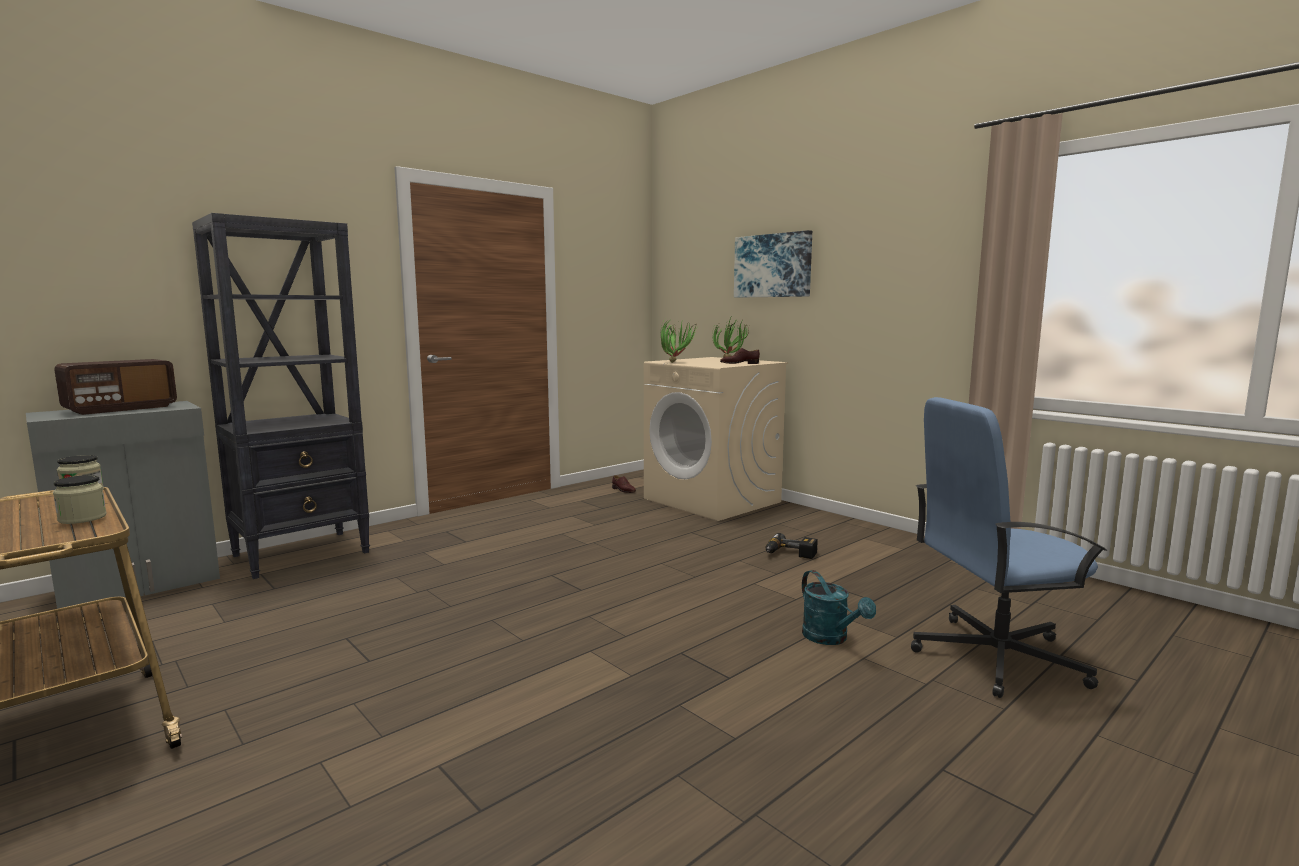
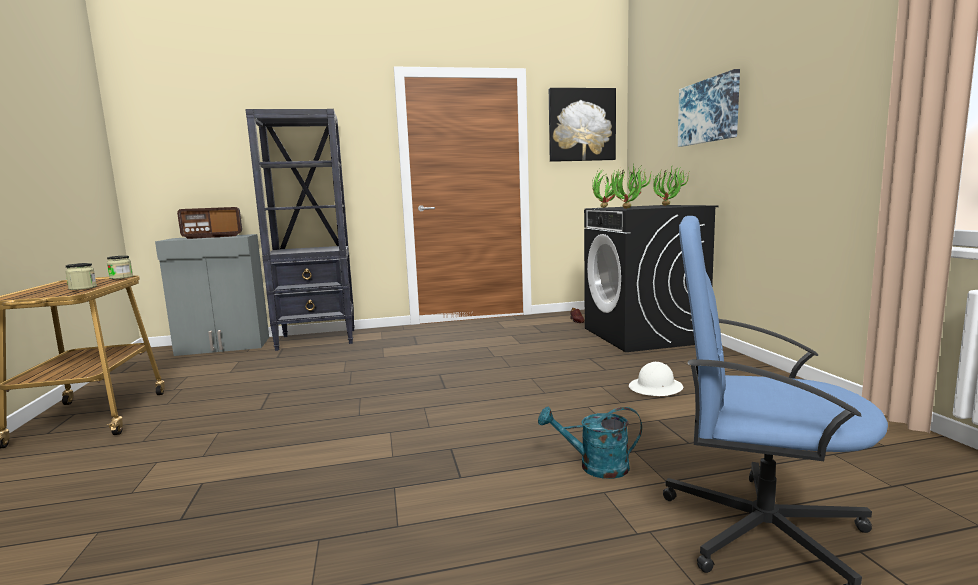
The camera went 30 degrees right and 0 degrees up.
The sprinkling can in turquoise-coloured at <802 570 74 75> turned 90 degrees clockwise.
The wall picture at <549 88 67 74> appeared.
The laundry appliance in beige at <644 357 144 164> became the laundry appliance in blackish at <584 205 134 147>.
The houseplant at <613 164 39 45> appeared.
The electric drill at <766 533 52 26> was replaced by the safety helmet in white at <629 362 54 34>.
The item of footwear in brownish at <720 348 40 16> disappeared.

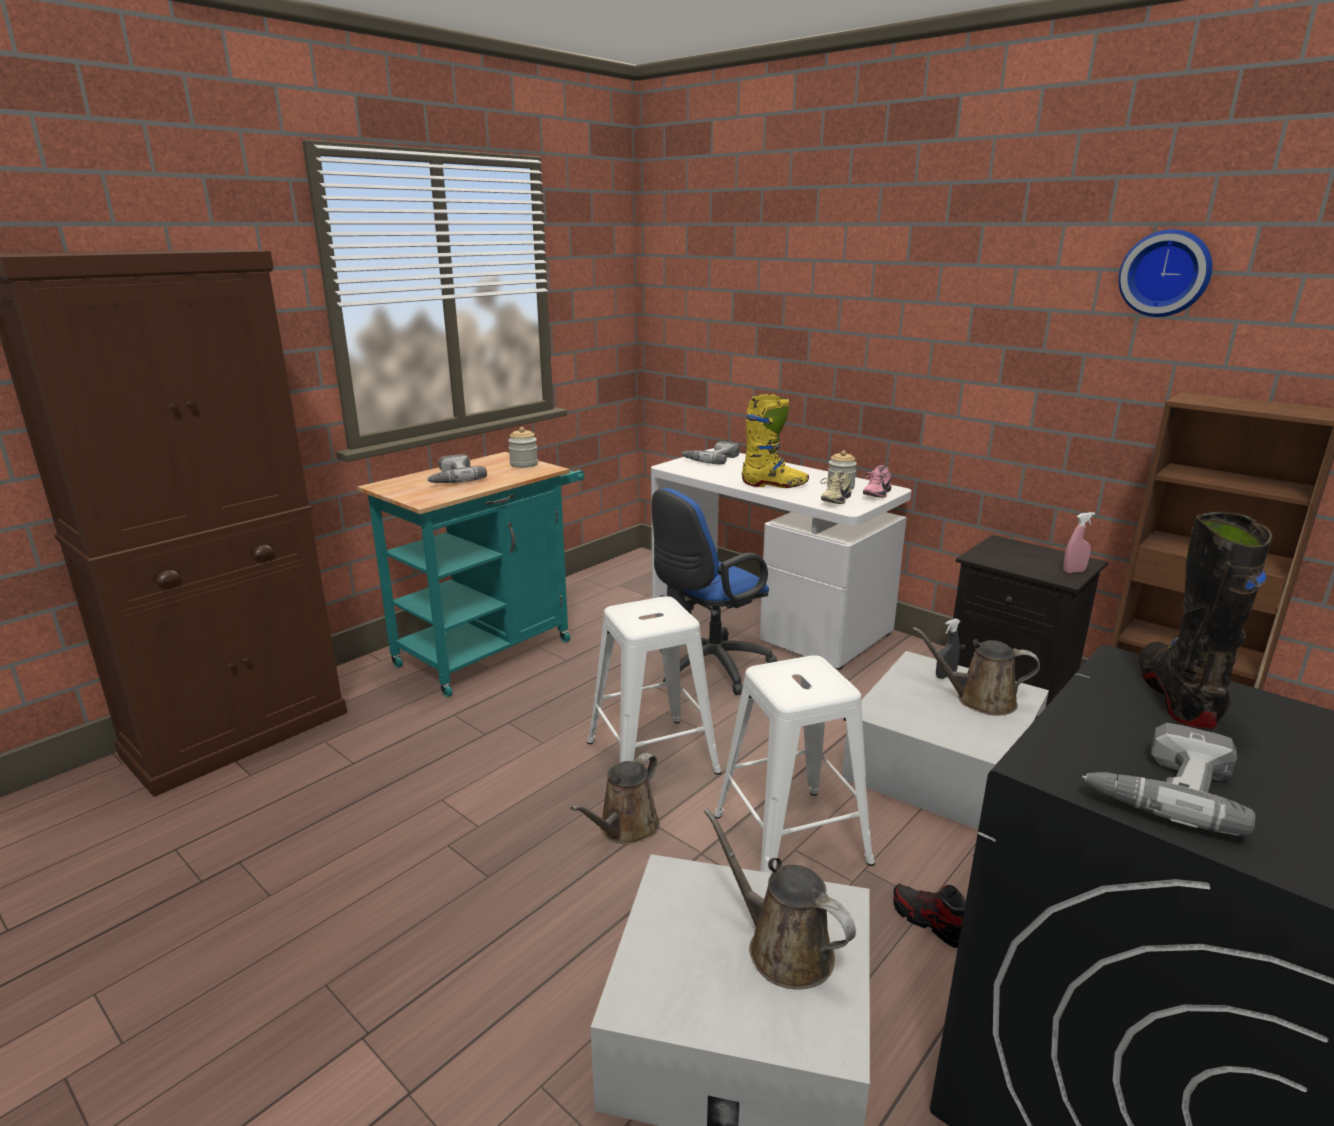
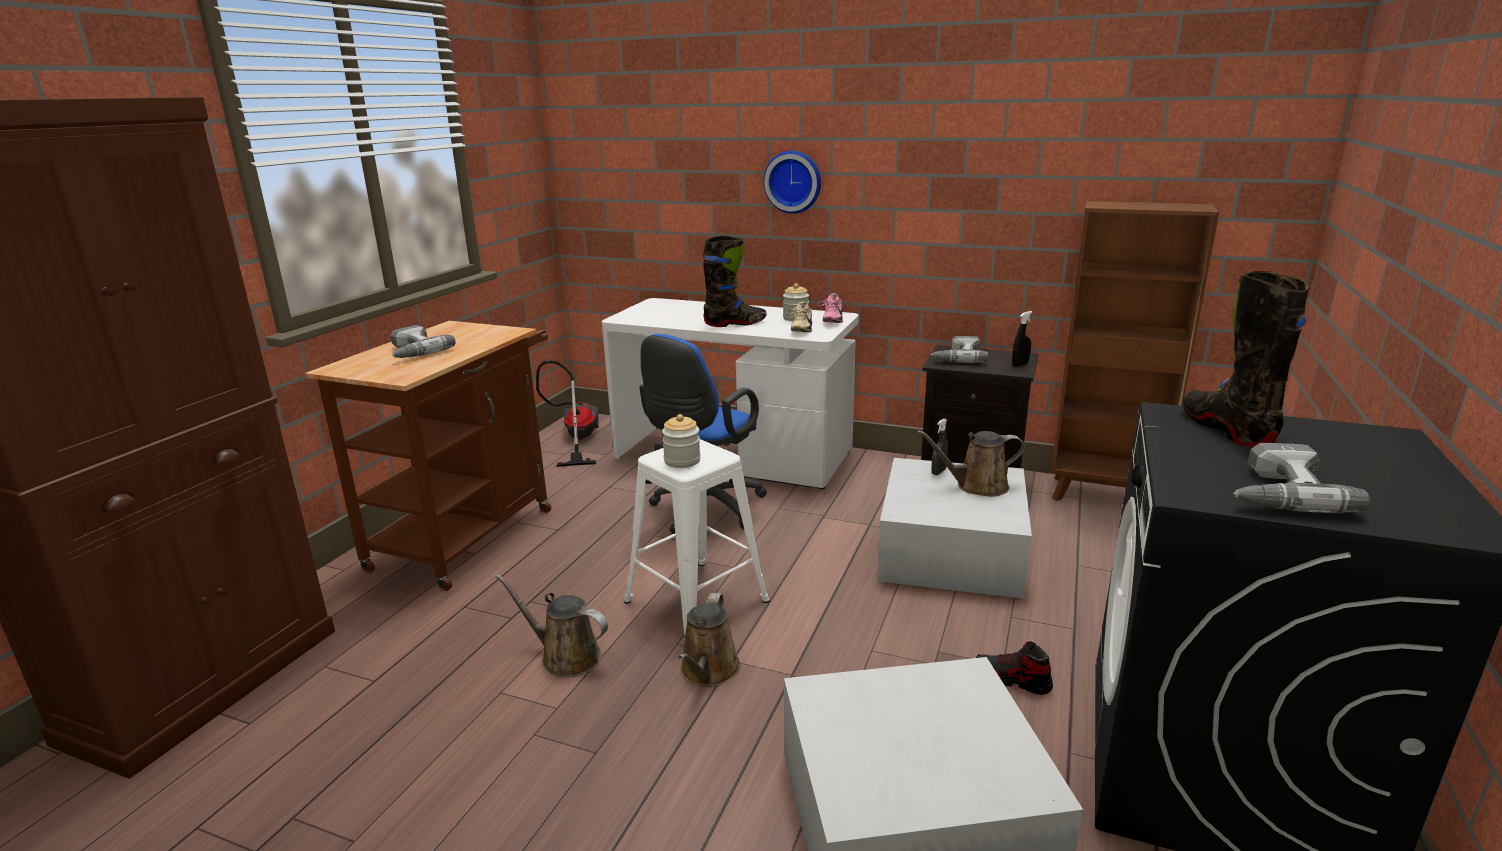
The camera went 20 degrees left and 0 degrees up.
The wheeled cart in turquoise-coloured at <357 452 227 245> became the wheeled cart in brownish at <305 321 246 270>.
The sprinkling can in brownish moved from <704 808 152 182> to <495 574 113 103>.
The vacuum cleaner at <536 360 63 107> appeared.
The preserve jar moved from <508 427 30 41> to <662 414 39 54>.
The boot in yellow at <742 394 67 94> became the boot in blackish at <703 235 64 92>.
The hanging clock moved from <1118 229 94 88> to <764 151 57 63>.
The electric drill moved from <681 442 59 22> to <930 336 58 27>.
The hand sprayer in pink at <1063 512 32 61> became the hand sprayer in blackish at <1012 311 20 56>.
The stool seat in white at <714 655 161 218> disappeared.

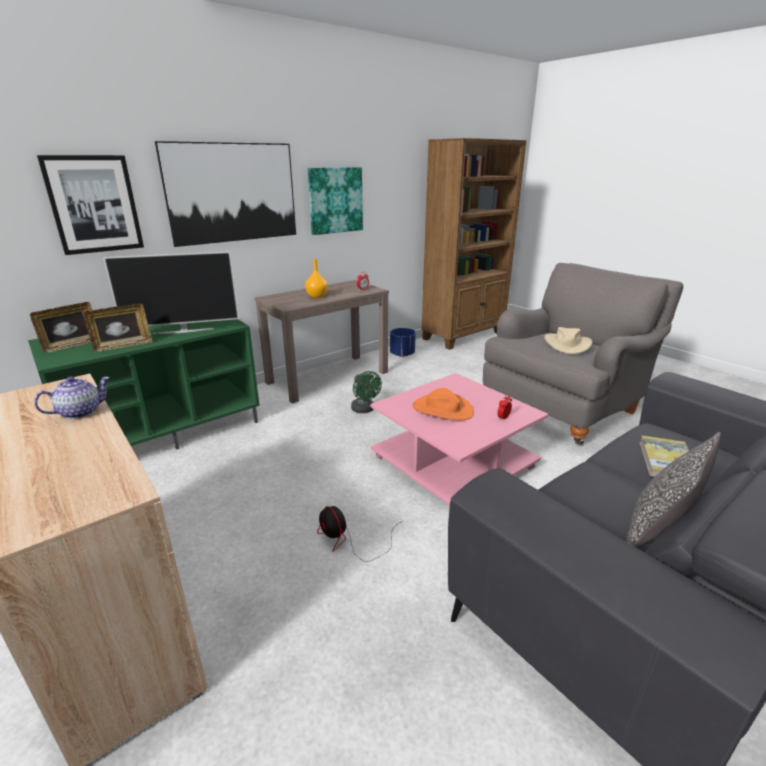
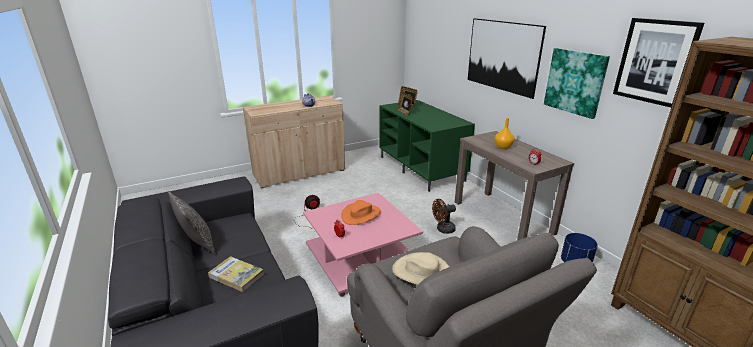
The camera went 100 degrees right and 0 degrees up.
The fan in green-coloured at <351 371 31 42> became the fan in brownish at <432 199 24 35>.
The wall picture moved from <37 155 107 100> to <613 18 91 89>.
The television at <103 251 136 83> disappeared.

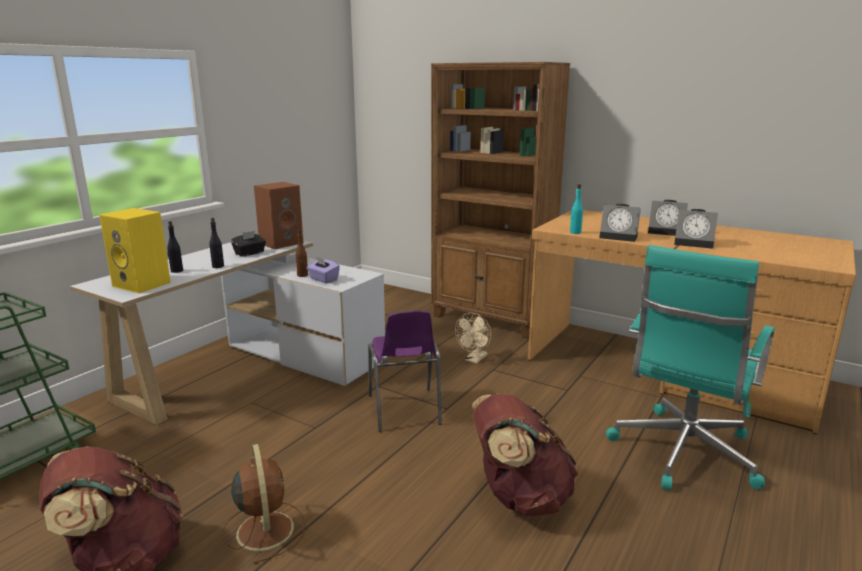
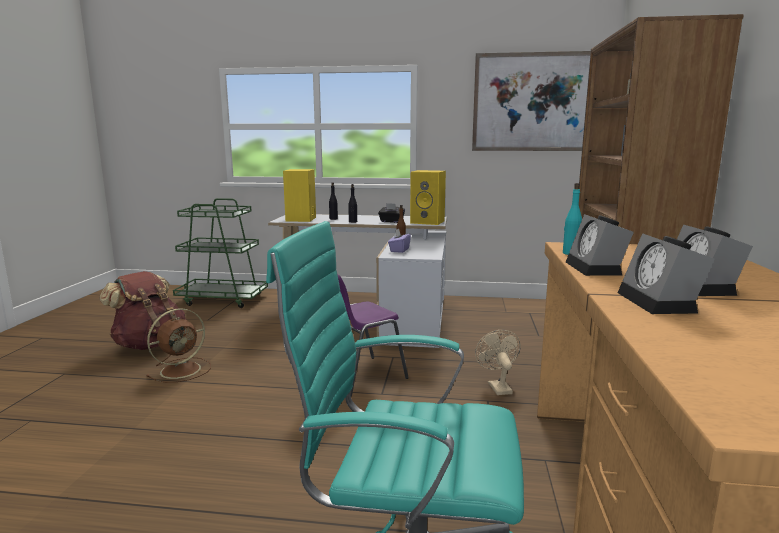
The camera went 65 degrees right and 5 degrees down.
The audio speaker in brownish at <254 182 49 67> became the audio speaker in yellow at <410 170 36 55>.
The wall picture at <472 51 119 100> appeared.
The fan in beige at <455 313 36 51> turned 75 degrees clockwise.
The backpack in brownish at <472 393 106 123> disappeared.

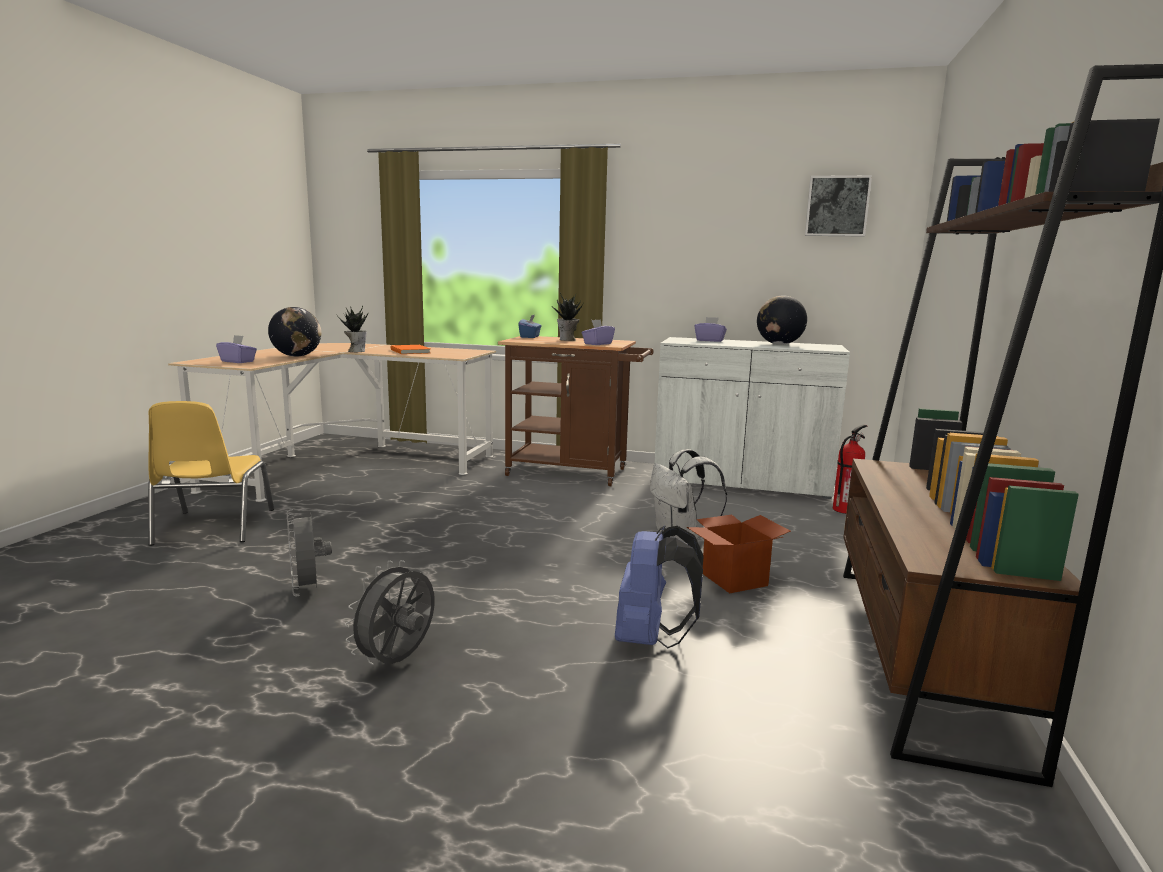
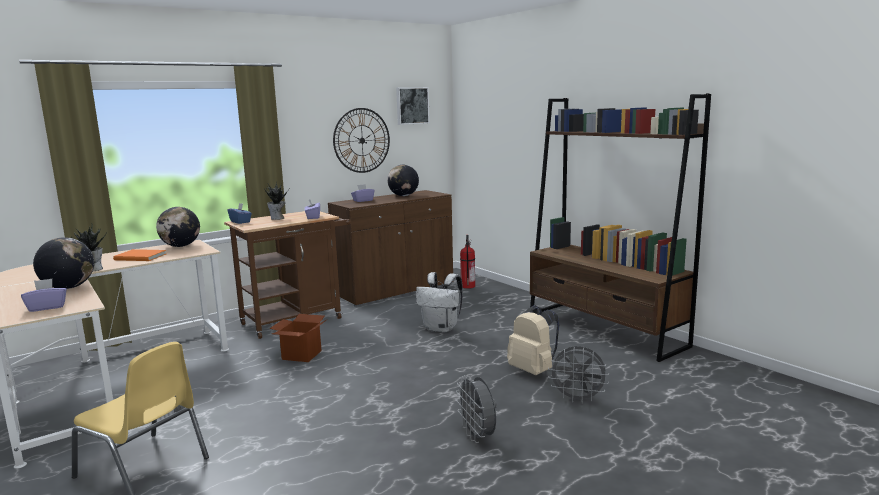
The camera went 50 degrees left and 0 degrees up.
The world globe at <156 207 44 40> appeared.
The cardboard box moved from <687 515 104 78> to <270 314 56 48>.
The storage cabinet in white at <654 337 196 162> became the storage cabinet in brownish at <328 190 125 117>.
The hanging clock at <333 108 57 65> appeared.
The backpack in blue-coloured at <615 525 89 124> became the backpack in beige at <507 305 52 70>.
The fan in gray moved from <287 509 45 87> to <548 346 61 57>.

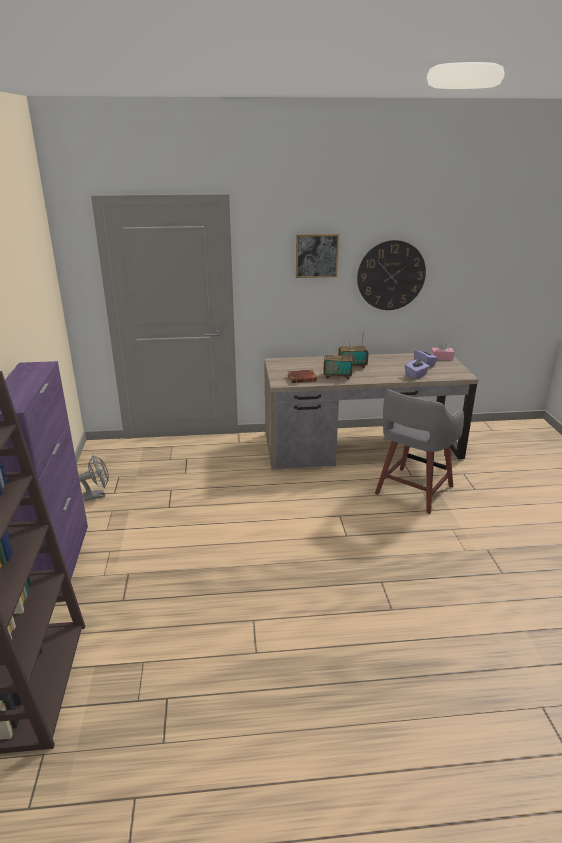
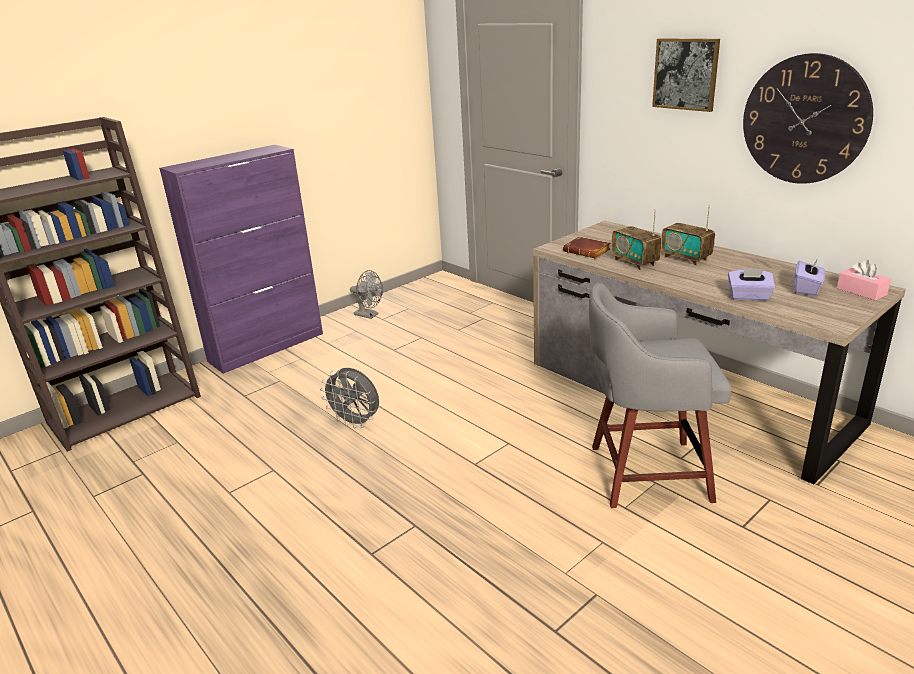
The camera went 55 degrees right and 0 degrees up.
The fan in gray at <320 368 59 61> appeared.

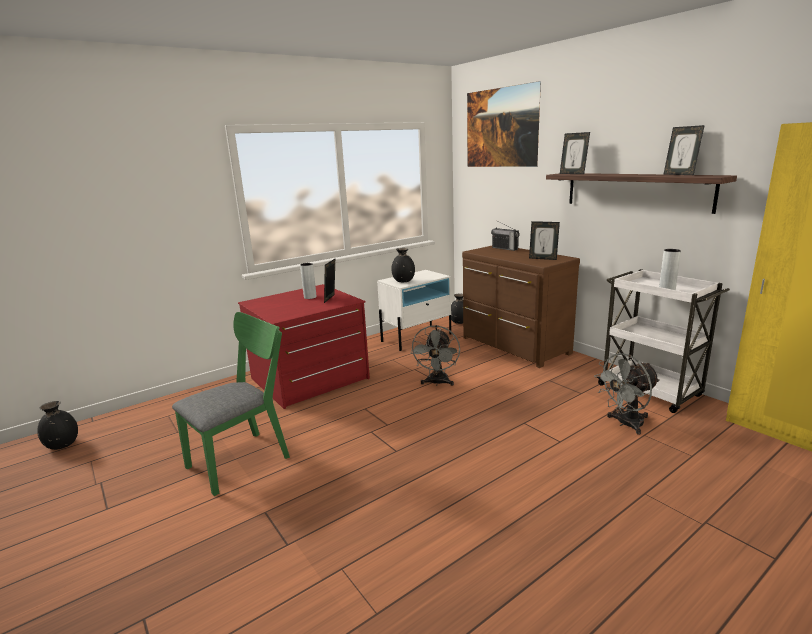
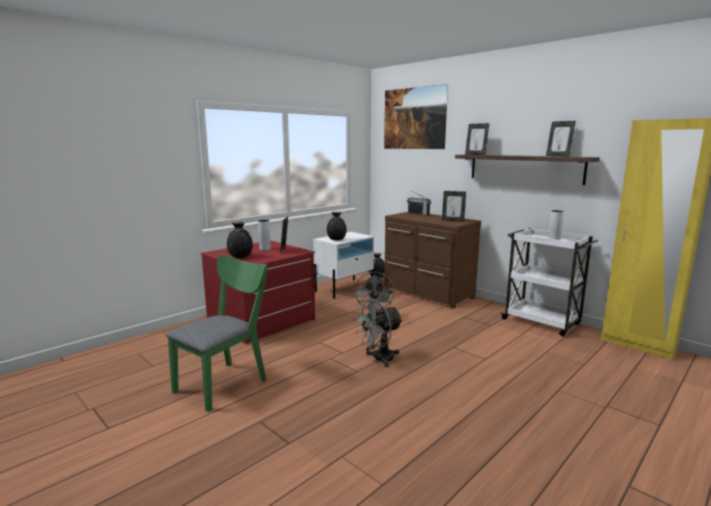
The camera went 10 degrees left and 5 degrees down.
The flower vase in blackish moved from <37 401 41 49> to <227 222 26 36>.
The fan in gray moved from <594 353 66 82> to <353 299 50 68>.

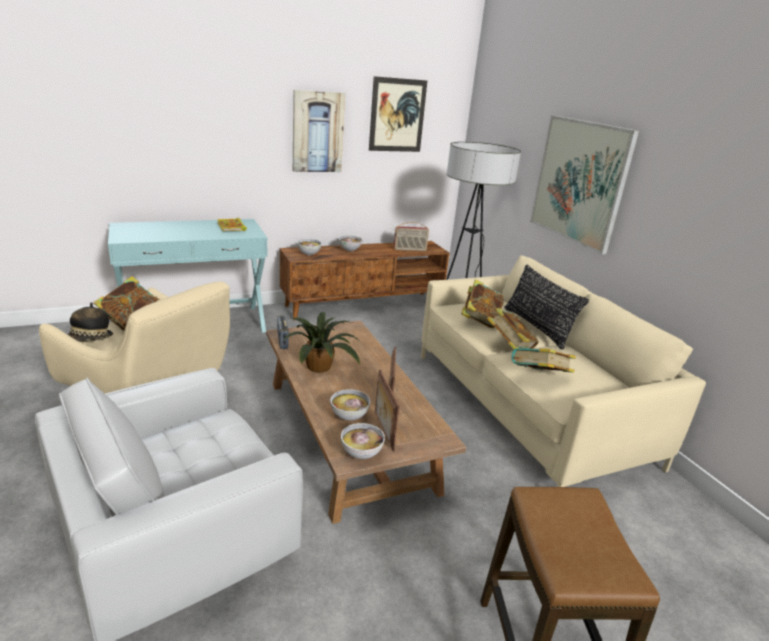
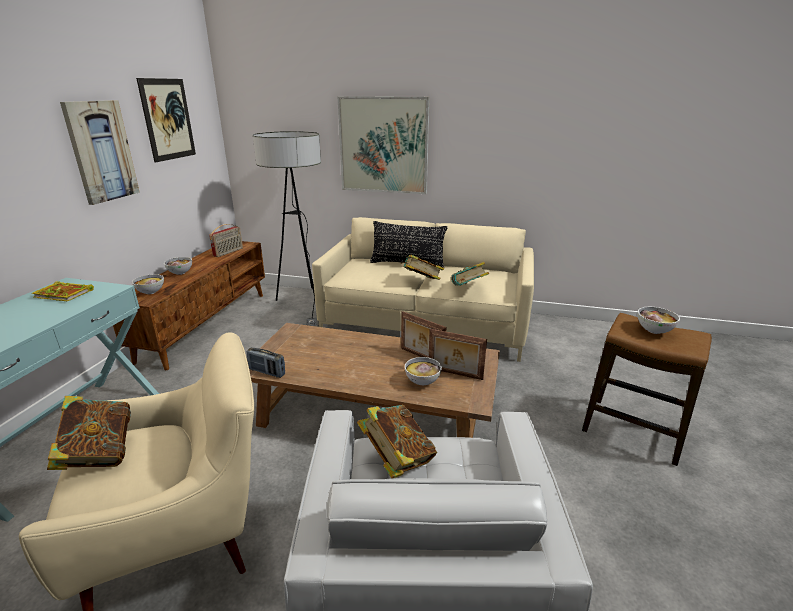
The camera went 50 degrees left and 0 degrees up.
The volume moved from <461 279 43 49> to <357 405 80 74>.
The serving bowl moved from <341 423 44 36> to <637 307 43 27>.
The clothing hat at <67 302 46 40> disappeared.
The houseplant at <284 312 76 61> disappeared.

